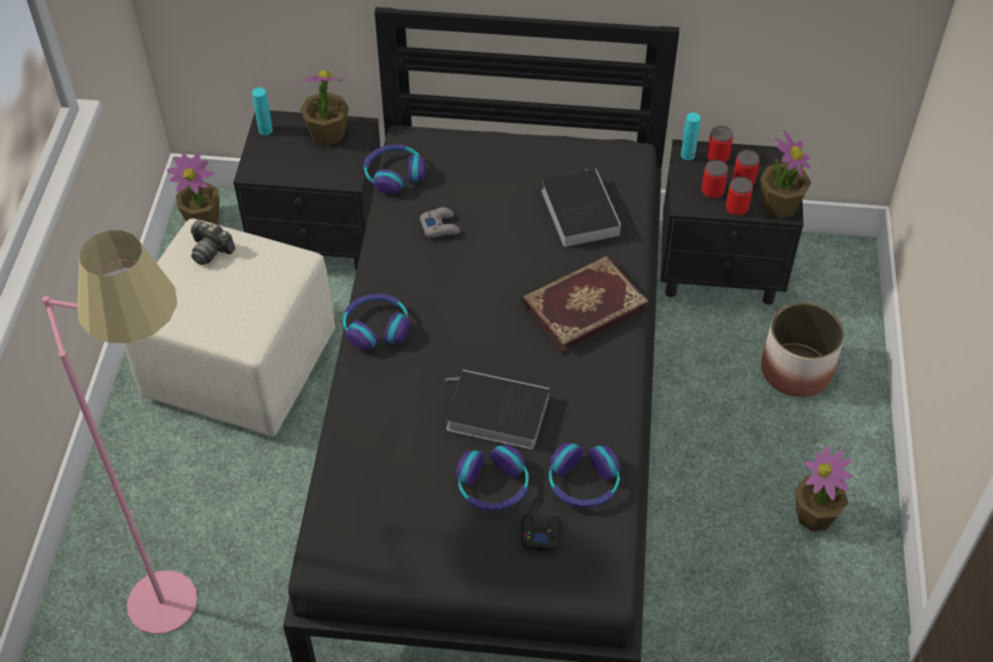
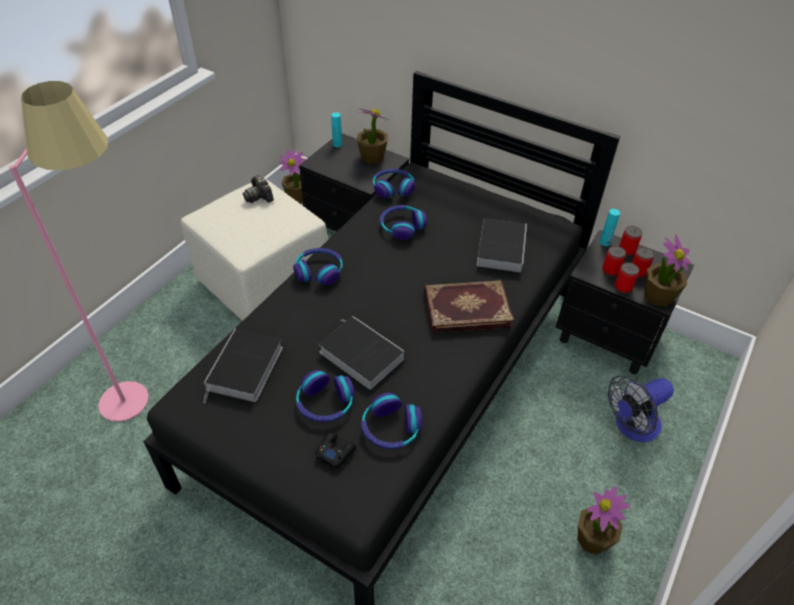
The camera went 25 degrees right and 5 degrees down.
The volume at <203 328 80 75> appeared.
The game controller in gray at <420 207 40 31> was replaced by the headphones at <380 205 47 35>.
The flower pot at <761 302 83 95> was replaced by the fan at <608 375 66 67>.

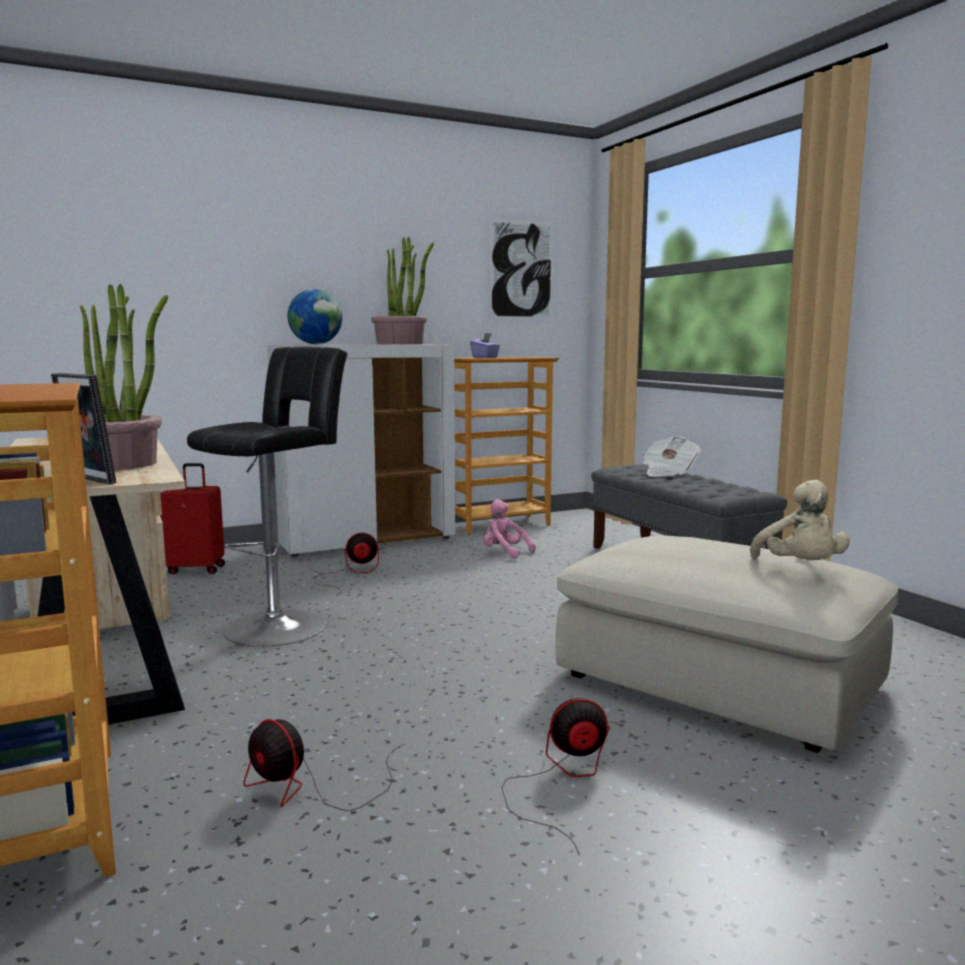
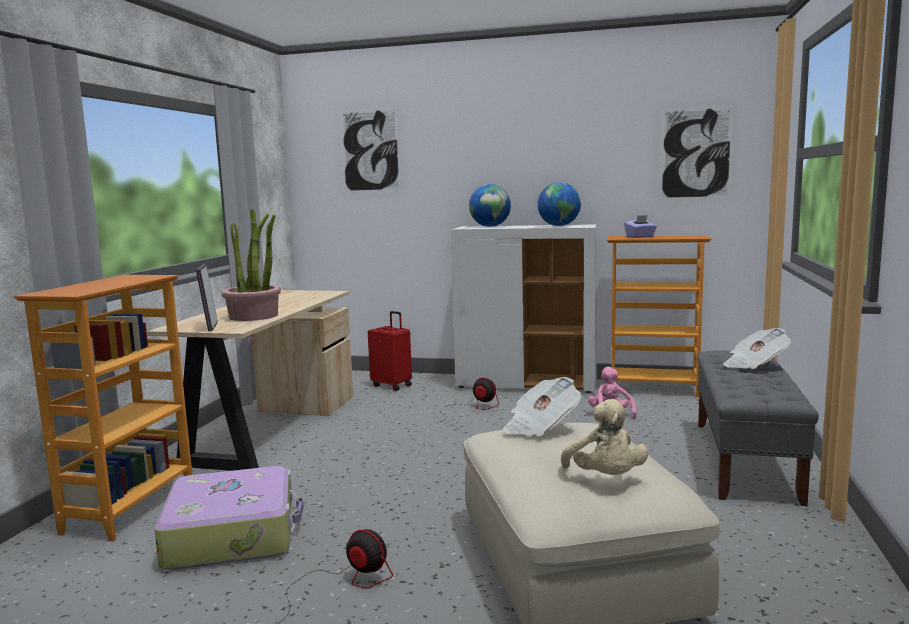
The camera went 40 degrees right and 0 degrees up.
The fan at <243 719 161 92> was replaced by the suitcase at <154 466 150 104>.
The wall picture at <340 108 61 84> appeared.
The printed paper at <503 377 78 59> appeared.
The houseplant at <371 237 63 107> was replaced by the world globe at <538 182 43 44>.
The plush toy in beige at <750 480 100 80> turned 45 degrees counterclockwise.
The stool seat in blackish at <187 347 161 300> disappeared.

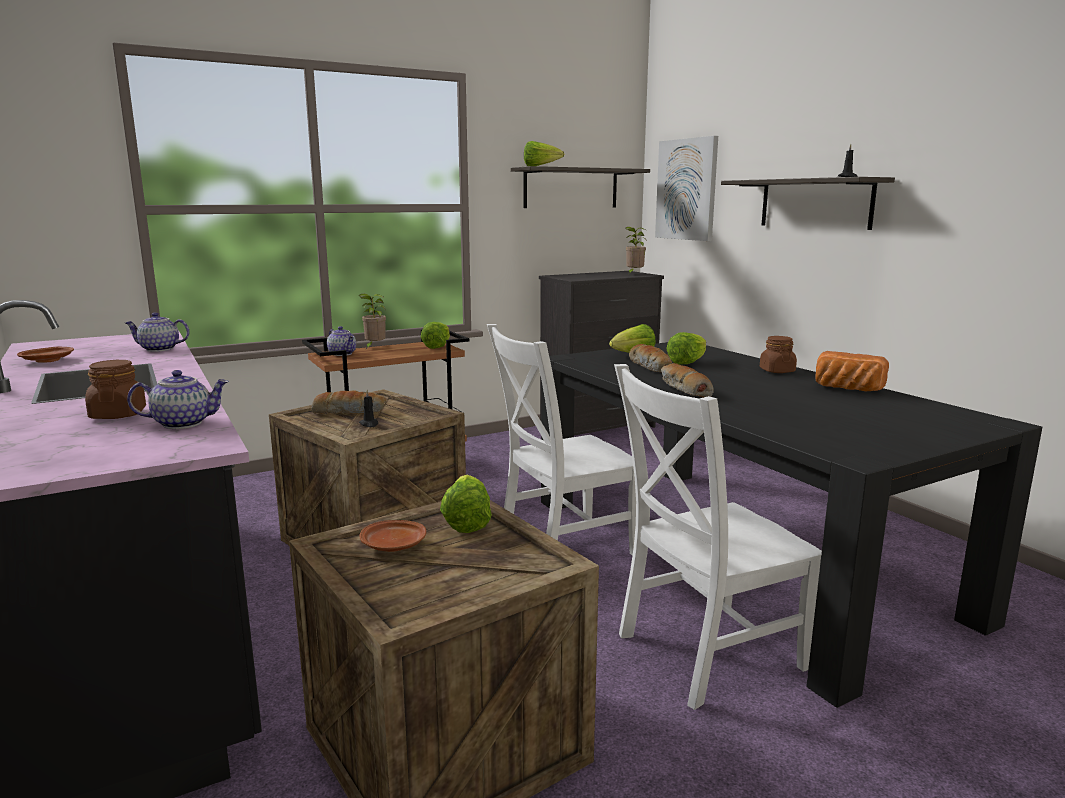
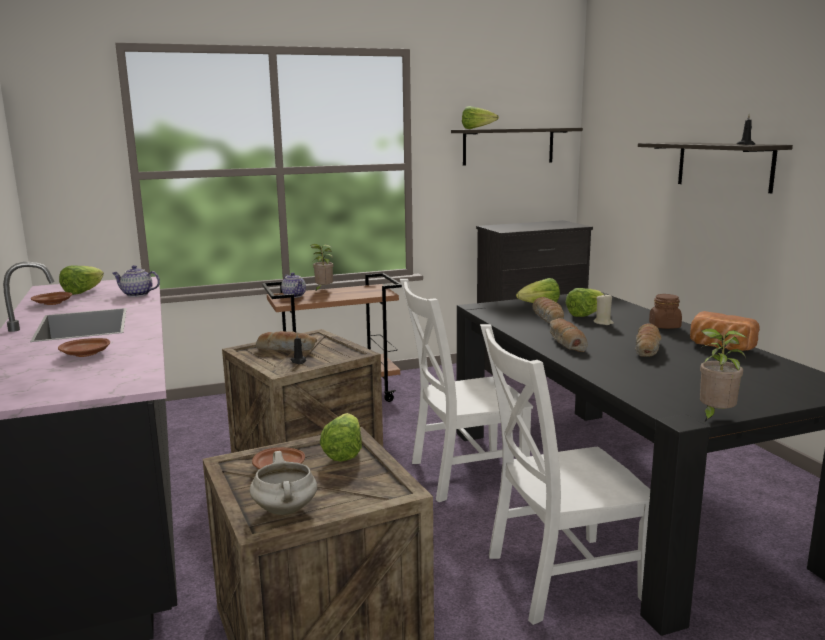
The camera went 10 degrees right and 0 degrees up.
The preserve jar in brownish at <85 360 61 59> was replaced by the flat dish in brownish at <58 338 52 19>.
The head of lettuce moved from <421 322 29 27> to <59 265 45 30>.
The saucepot in white at <250 451 67 64> appeared.
The wax light in beige at <594 294 20 31> appeared.
The baked bread at <635 324 26 33> appeared.
The houseplant moved from <625 227 22 47> to <700 328 47 94>.
The pot for tea at <127 370 102 59> disappeared.
The wall picture at <655 136 63 105> disappeared.

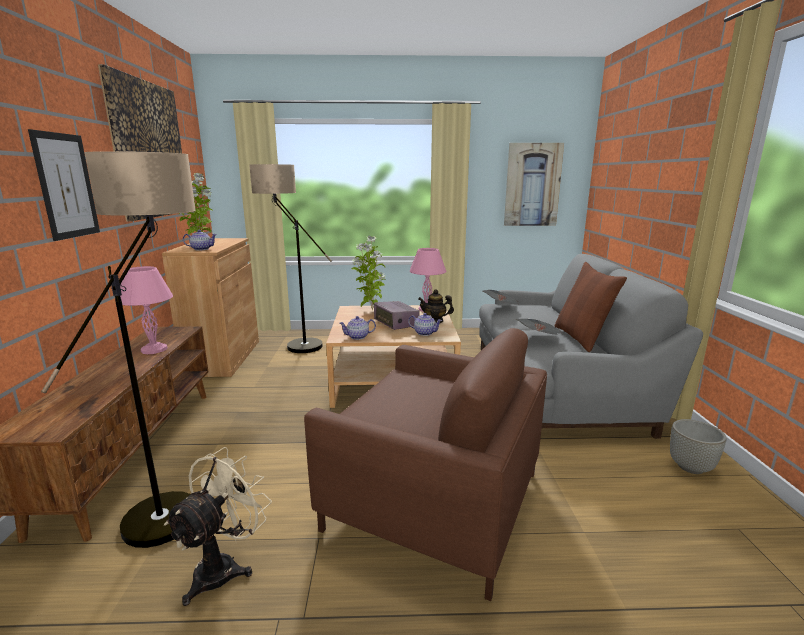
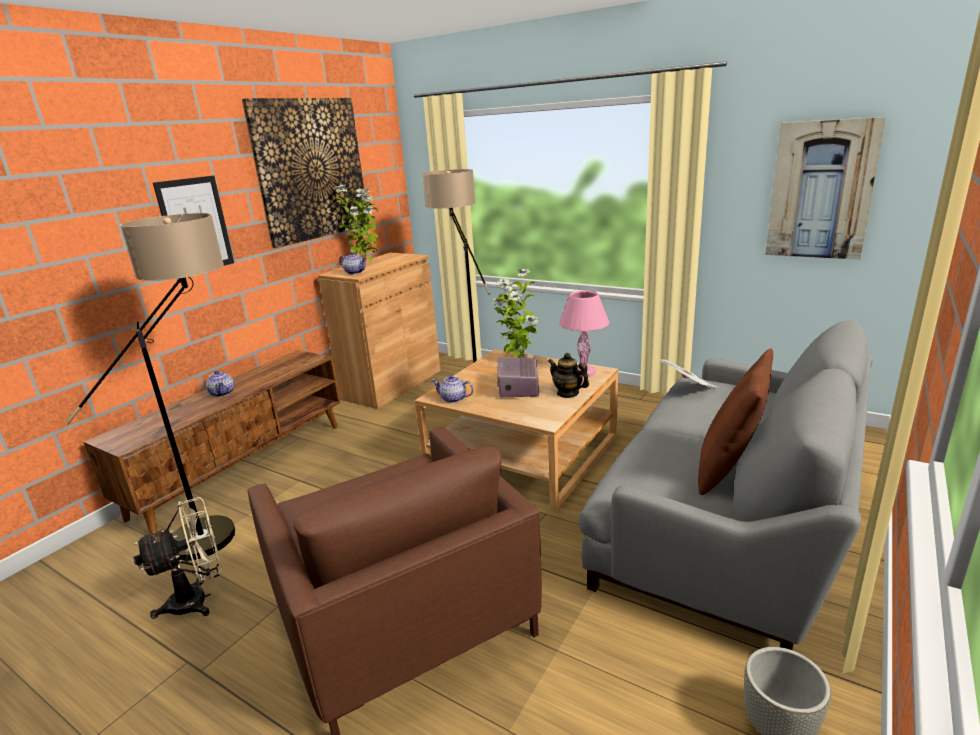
The camera went 35 degrees right and 5 degrees up.
The pot for tea moved from <408 313 34 23> to <206 370 28 27>.
The tabletop lamp in pink at <120 266 53 88> disappeared.
The printed paper at <516 319 46 16> disappeared.

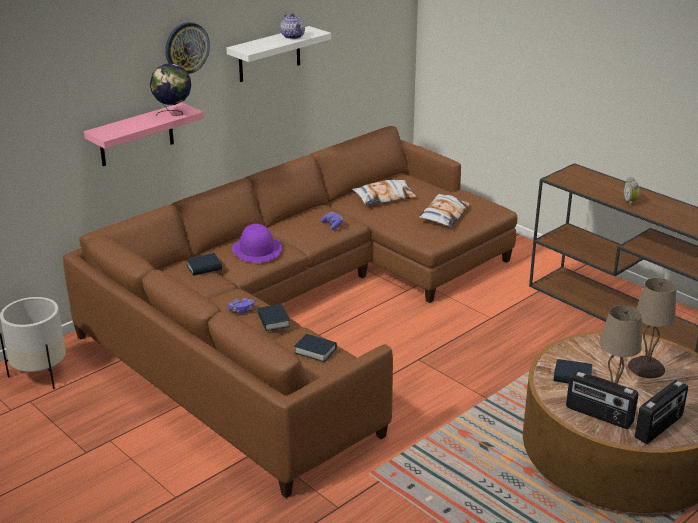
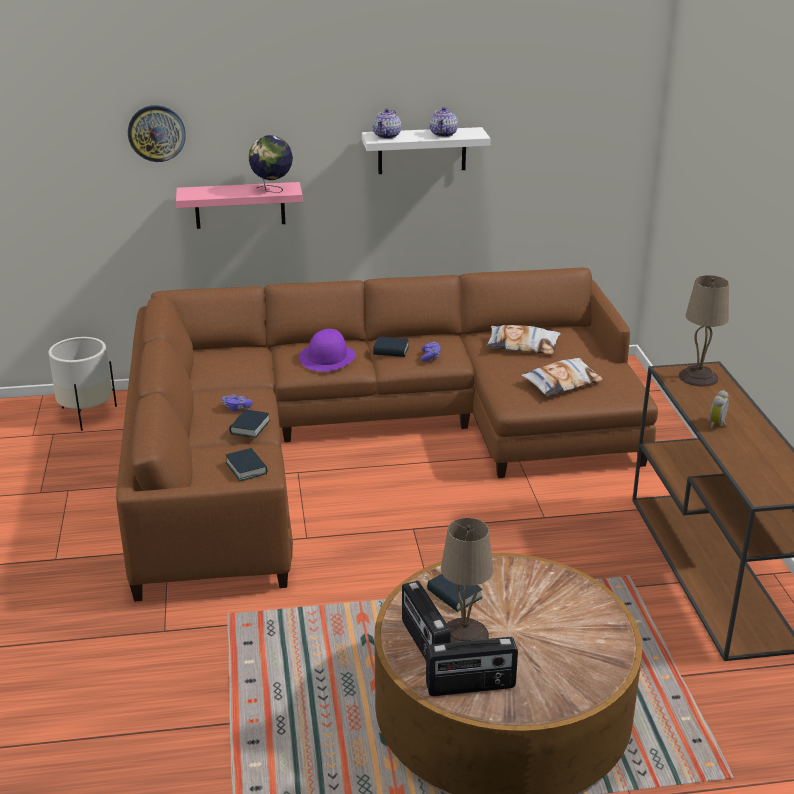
The camera went 35 degrees right and 0 degrees up.
The hanging clock moved from <165 22 45 52> to <128 105 58 57>.
The pot for tea at <373 109 28 30> appeared.
The volume moved from <187 253 35 23> to <373 337 36 20>.
The tabletop lamp in beige moved from <628 278 48 100> to <679 275 50 112>.

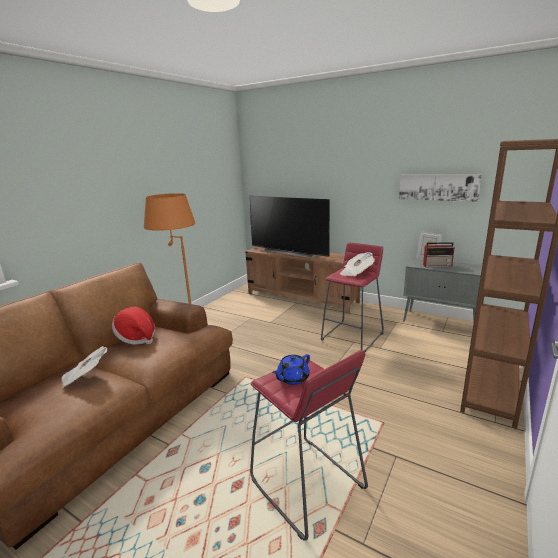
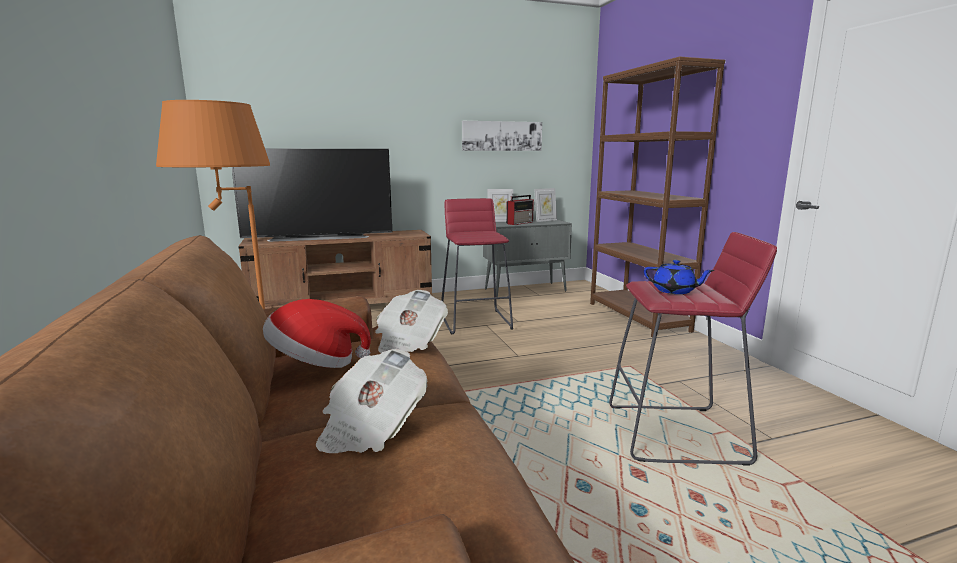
The camera went 50 degrees left and 5 degrees down.
The printed paper moved from <340 252 35 25> to <375 290 73 63>.
The standing frame at <534 188 23 34> appeared.
The pot for tea in blue-coloured at <272 354 38 31> turned 60 degrees counterclockwise.

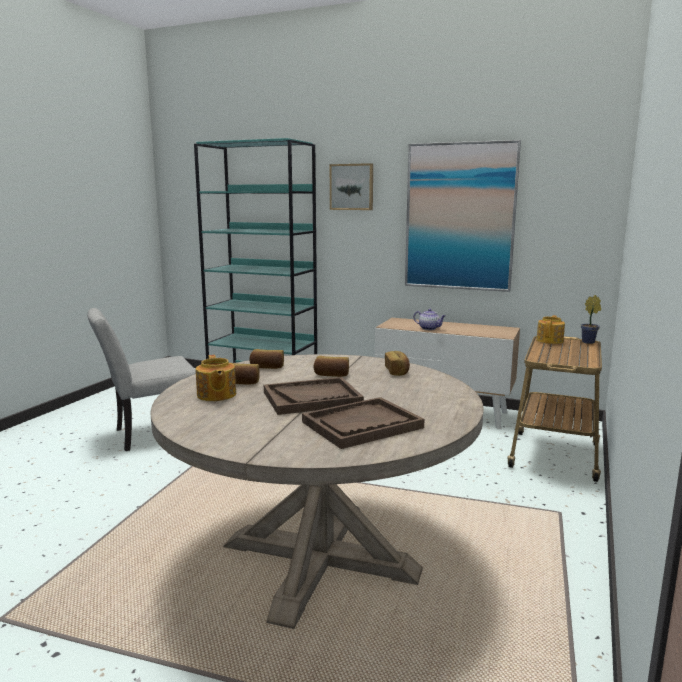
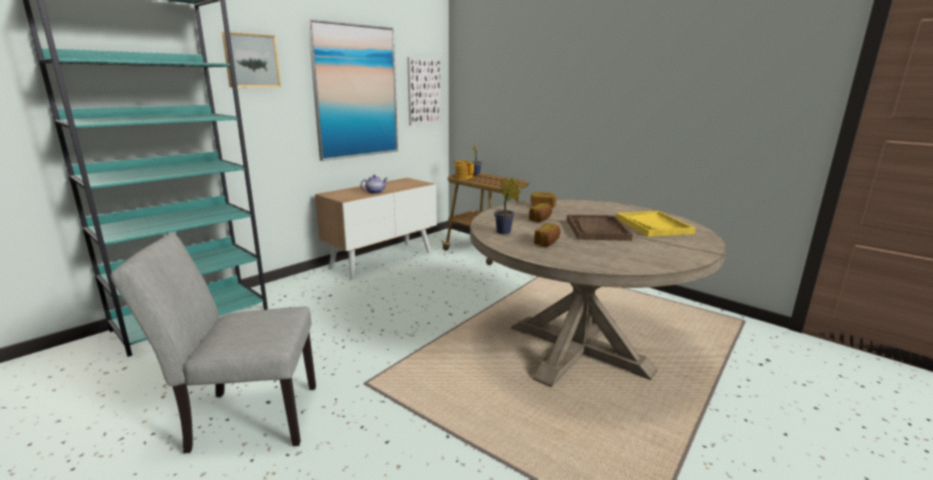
The camera went 70 degrees left and 5 degrees up.
The plain chair in gray at <88 308 108 143> turned 90 degrees clockwise.
The wall picture at <407 57 34 68> appeared.
The baked bread at <249 349 35 20> was replaced by the houseplant at <494 178 27 56>.
The serving tray in brownish at <302 397 122 52> became the serving tray in yellow at <616 211 80 26>.
The pot for tea at <196 355 40 46> disappeared.

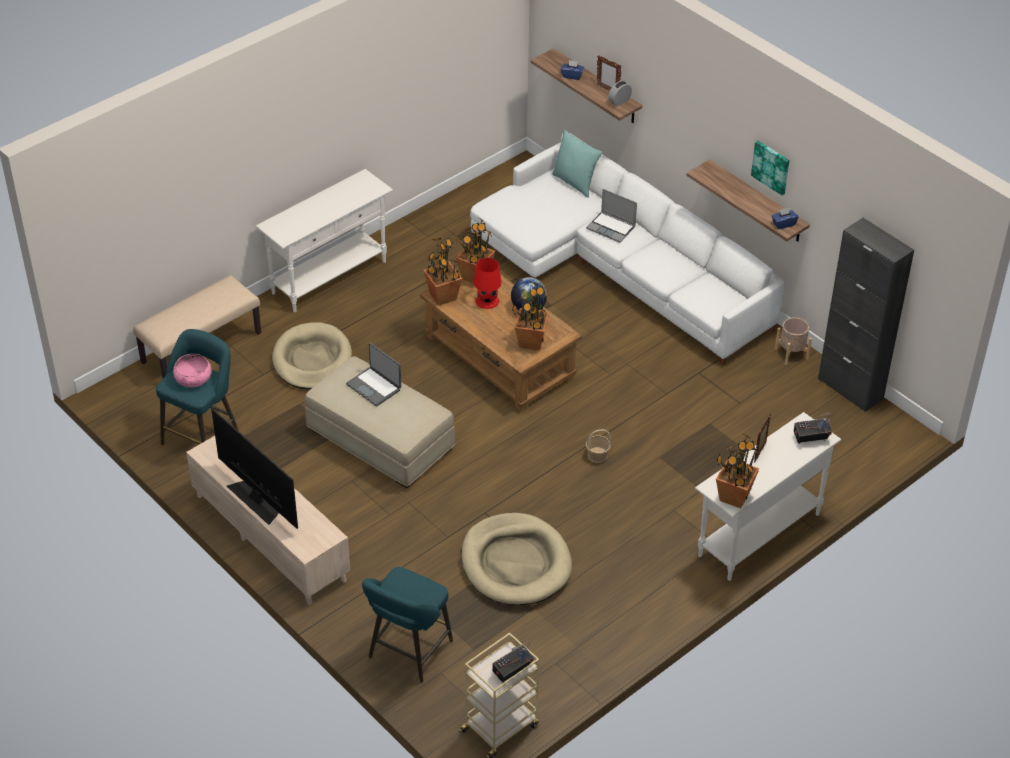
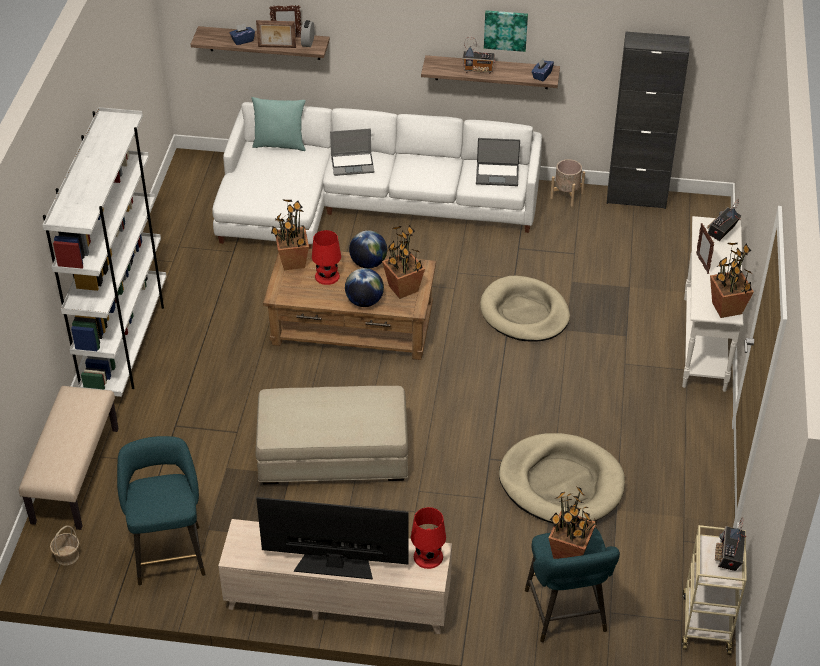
The camera went 40 degrees left and 0 degrees up.
The console table in white at <256 169 137 143> was replaced by the shelving unit in white at <42 107 125 290>.
The household basket moved from <586 429 25 34> to <50 525 29 40>.
The standing frame at <256 20 40 28> appeared.
The world globe at <345 268 39 39> appeared.
The tabletop lamp in red at <411 507 35 62> appeared.
The radio at <463 37 32 37> appeared.
The notebook computer moved from <346 343 55 64> to <476 138 44 48>.
The dog cushion in beige moved from <272 322 80 68> to <480 276 90 66>.
The houseplant moved from <423 238 39 68> to <549 486 49 73>.
The serving bowl in pink at <173 354 39 33> disappeared.

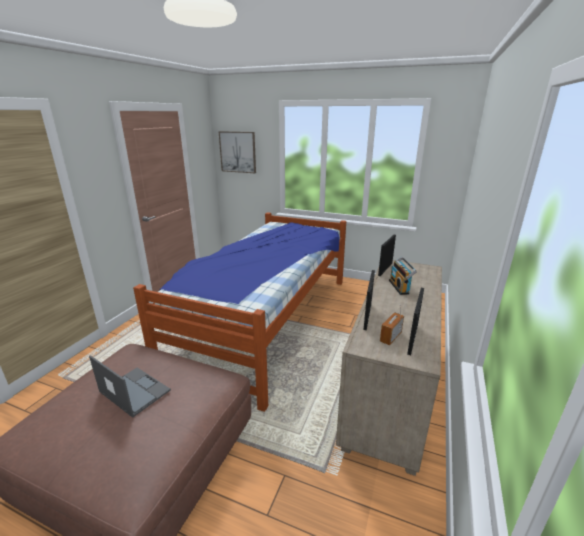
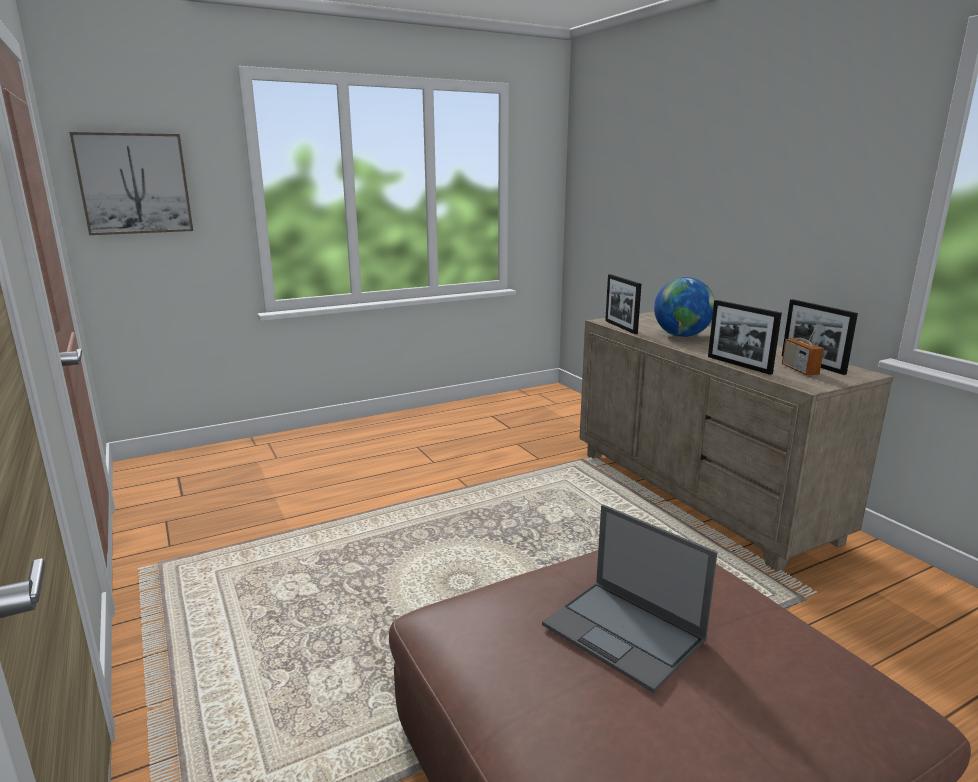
The camera went 50 degrees left and 5 degrees down.
The notebook computer at <89 355 82 63> turned 120 degrees counterclockwise.
The radio at <389 257 28 38> was replaced by the world globe at <654 277 61 60>.
The sleeping bed at <133 212 213 200> disappeared.

